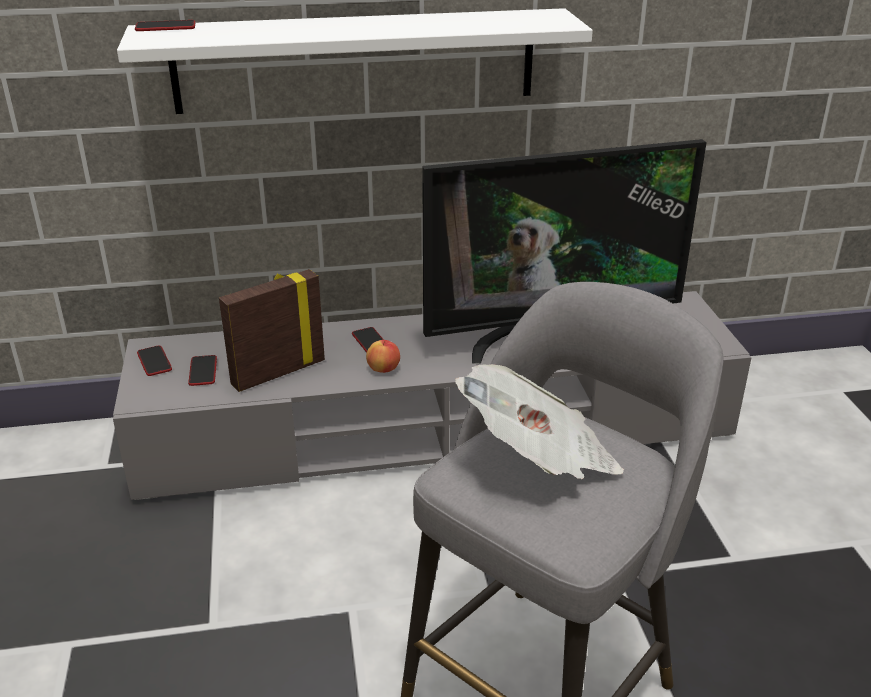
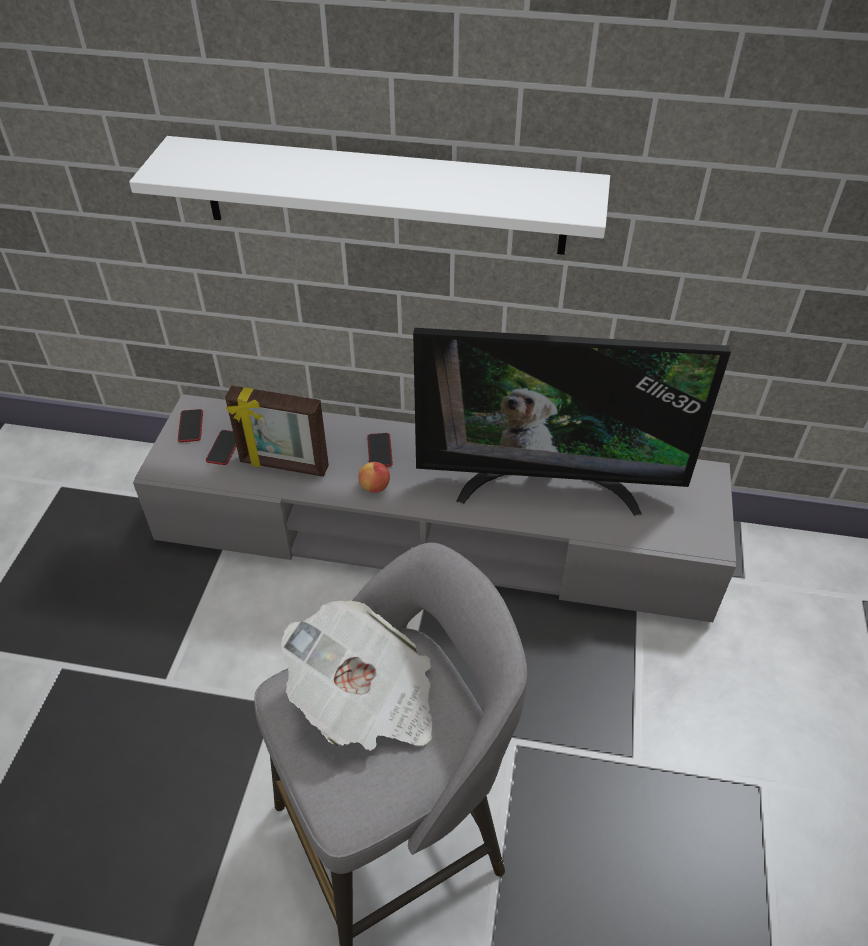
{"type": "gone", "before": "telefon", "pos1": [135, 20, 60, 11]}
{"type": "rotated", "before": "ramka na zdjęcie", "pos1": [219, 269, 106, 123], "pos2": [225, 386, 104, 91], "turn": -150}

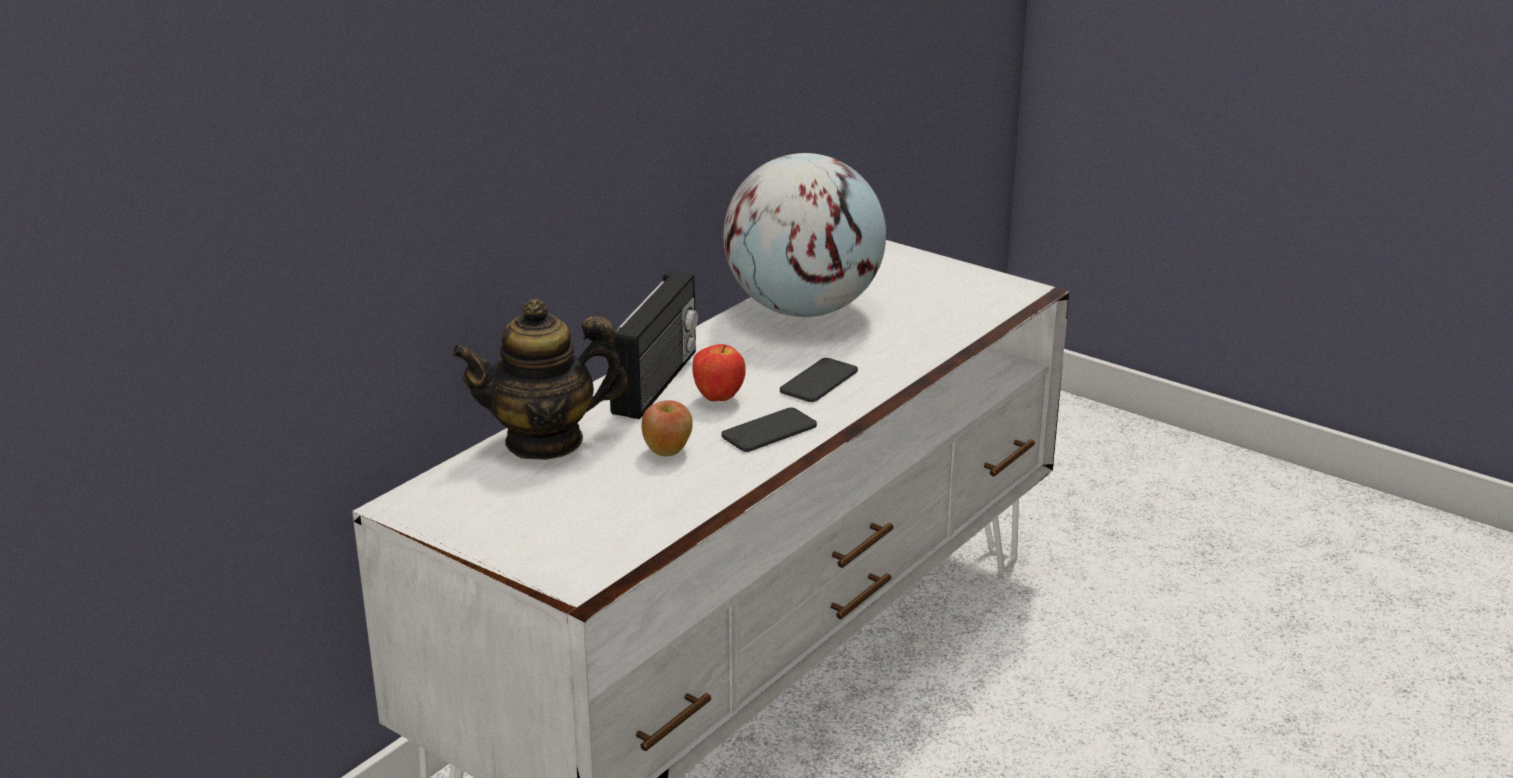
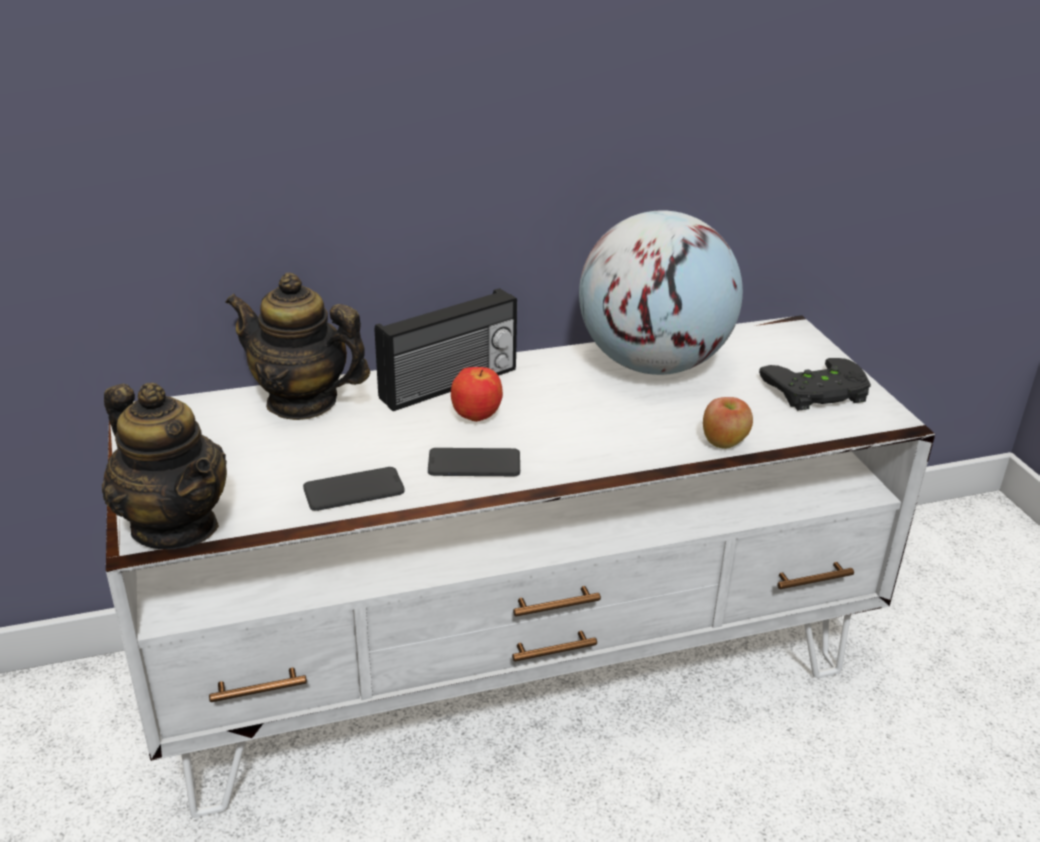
{"type": "shifted", "before": "telefon", "pos1": [780, 358, 78, 44], "pos2": [303, 467, 102, 44]}
{"type": "shifted", "before": "jabłko", "pos1": [641, 400, 52, 56], "pos2": [703, 397, 50, 52]}
{"type": "new", "after": "pad do gier (czarny)", "pos2": [759, 358, 112, 53]}
{"type": "new", "after": "imbryk", "pos2": [102, 383, 125, 167]}

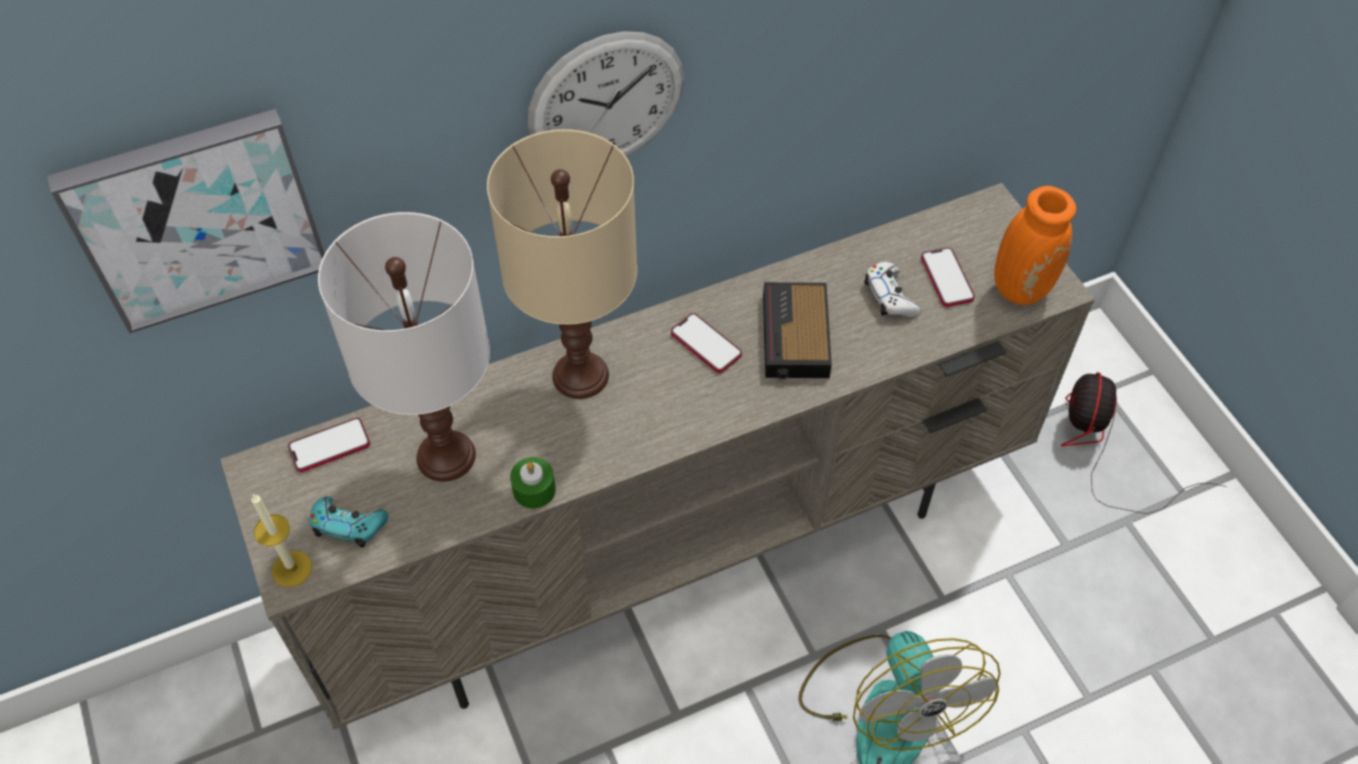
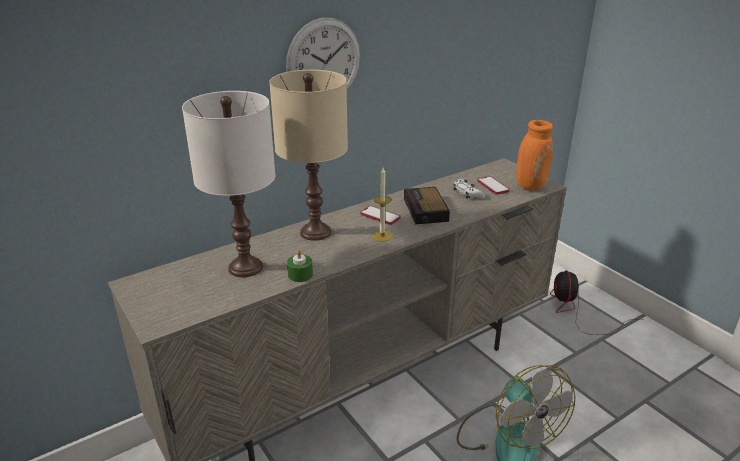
{"type": "gone", "before": "obraz", "pos1": [47, 109, 278, 224]}
{"type": "gone", "before": "telefon", "pos1": [288, 418, 82, 54]}
{"type": "shifted", "before": "świeca", "pos1": [251, 494, 61, 93], "pos2": [372, 168, 20, 74]}
{"type": "gone", "before": "pad do gier (turkusowy)", "pos1": [309, 496, 79, 52]}

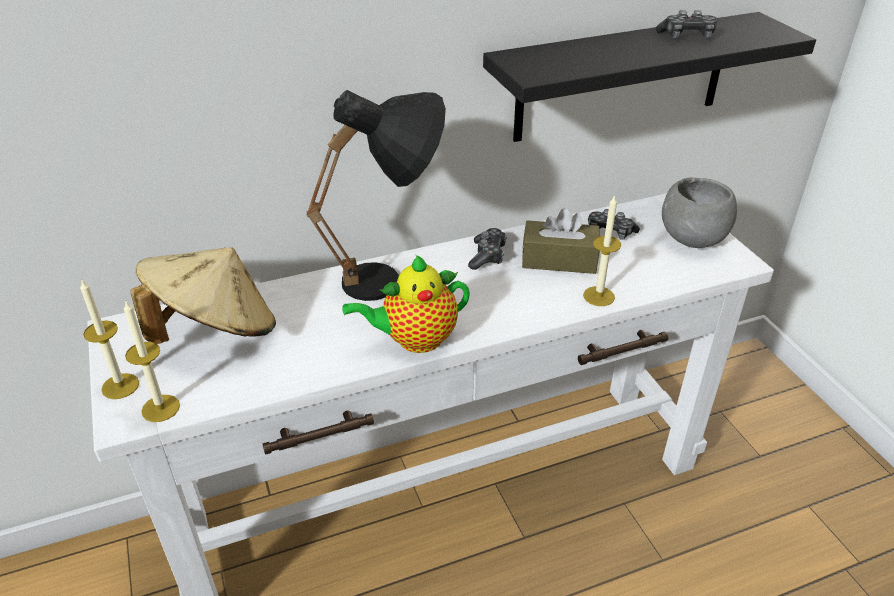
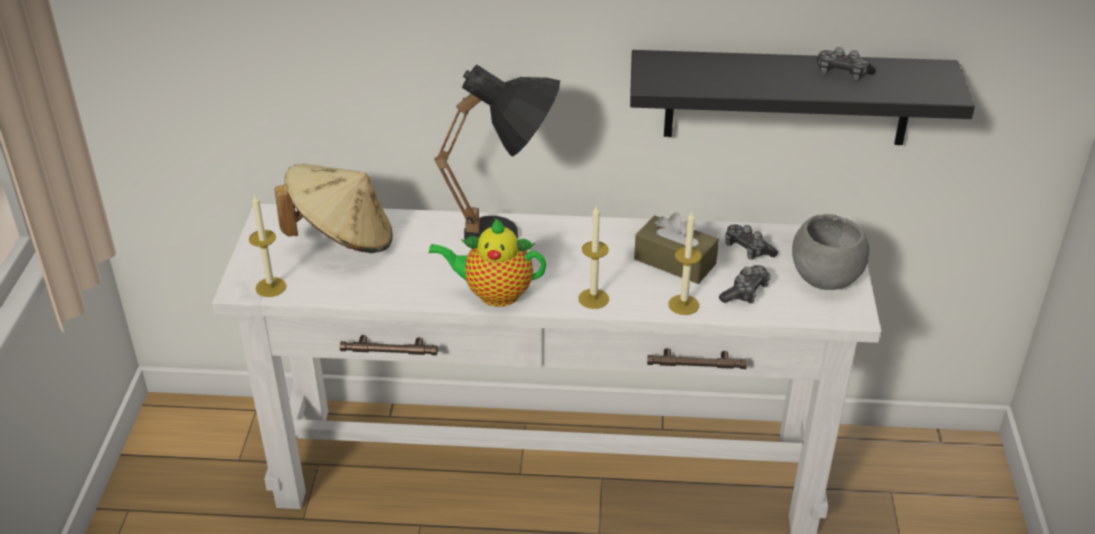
{"type": "shifted", "before": "pad do gier", "pos1": [468, 228, 39, 42], "pos2": [719, 265, 52, 39]}
{"type": "shifted", "before": "świeca", "pos1": [80, 280, 59, 119], "pos2": [578, 205, 31, 104]}

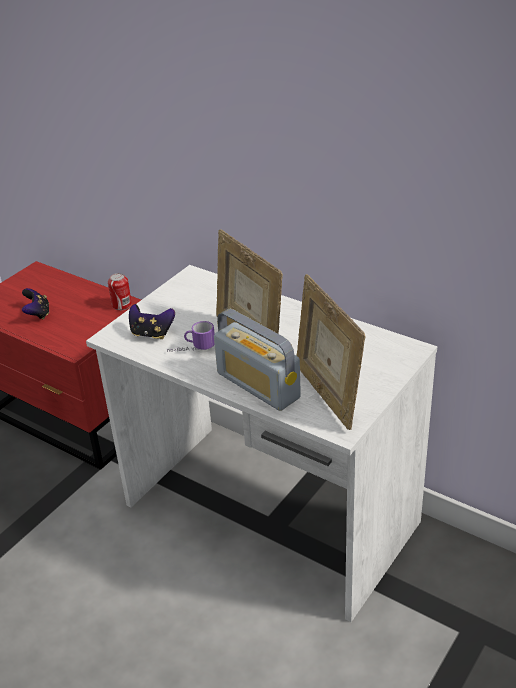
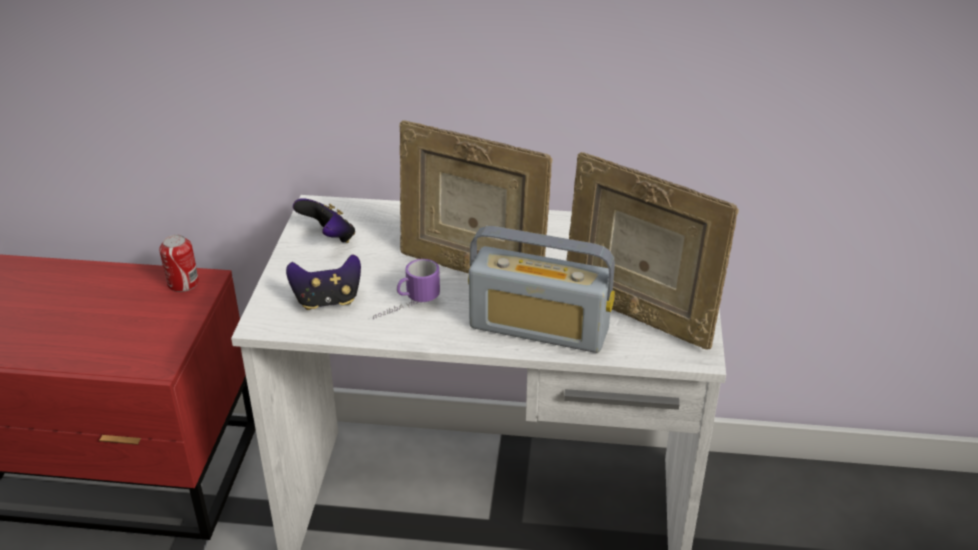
{"type": "shifted", "before": "pad do gier", "pos1": [22, 288, 27, 32], "pos2": [293, 198, 62, 45]}

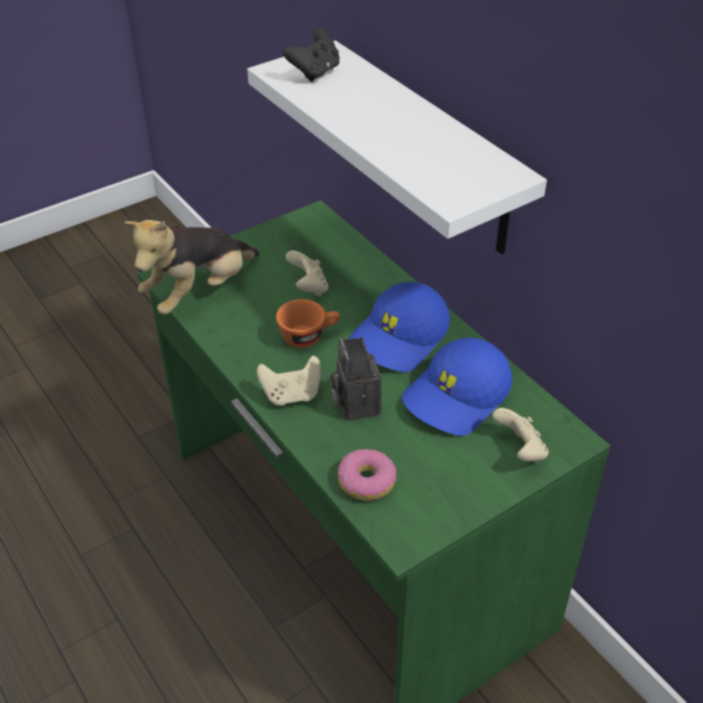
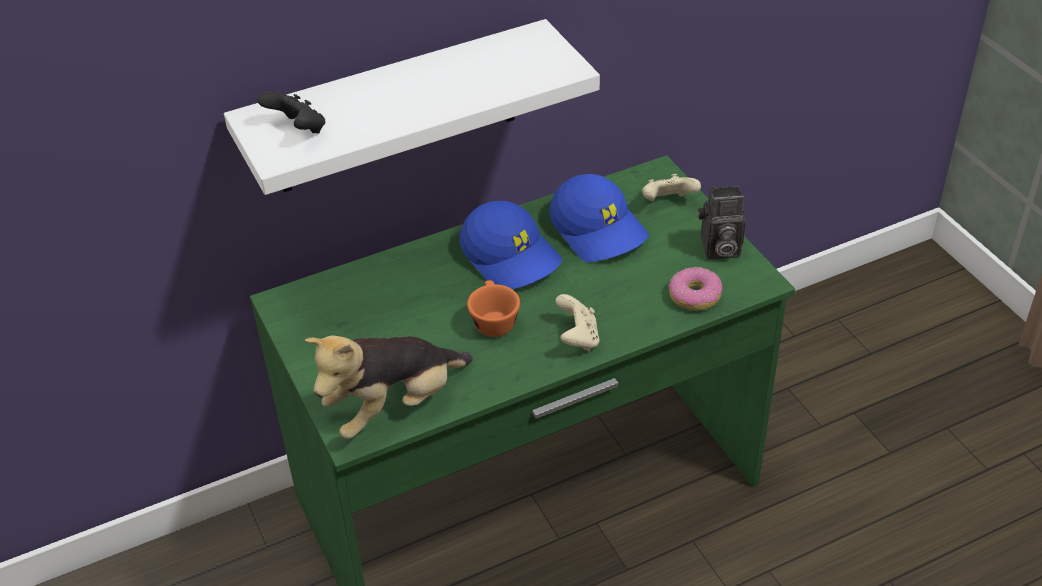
{"type": "rotated", "before": "pluszak", "pos1": [124, 220, 135, 95], "pos2": [305, 335, 168, 104], "turn": 90}
{"type": "gone", "before": "pad do gier (beżowy)", "pos1": [285, 250, 44, 47]}
{"type": "shifted", "before": "aparat fotograficzny", "pos1": [330, 337, 52, 84], "pos2": [698, 186, 48, 74]}

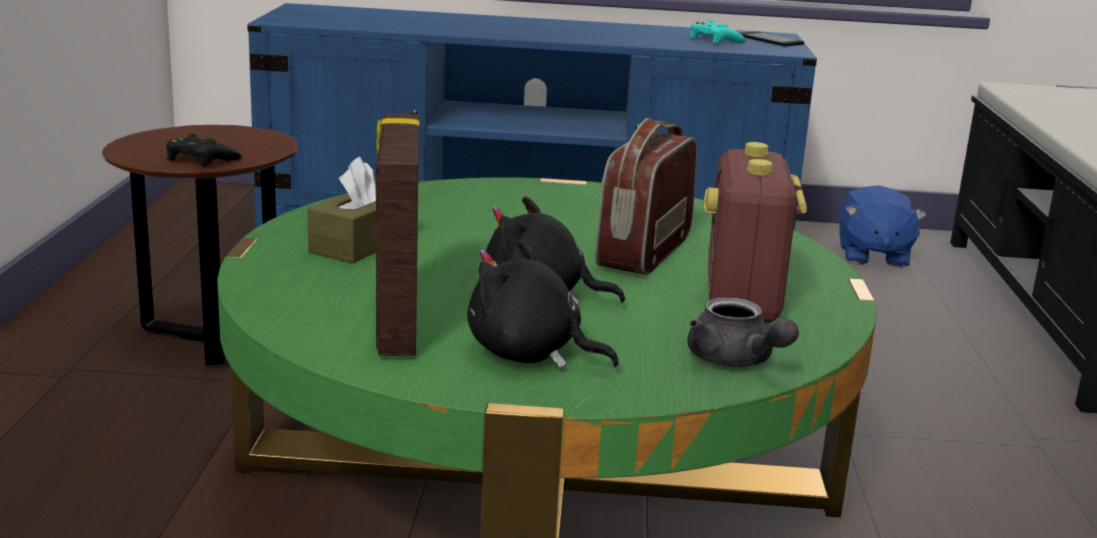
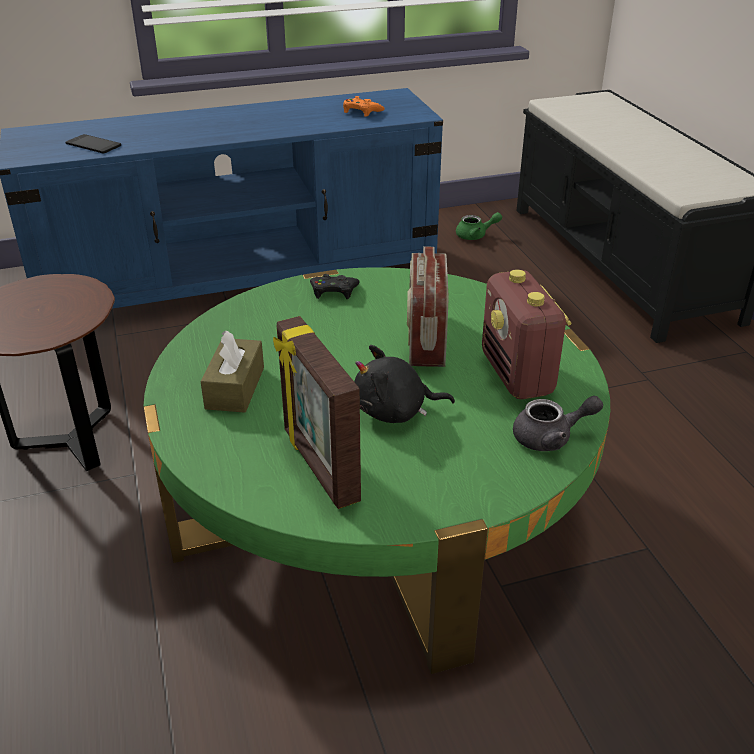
{"type": "repainted", "before": "pad do gier (turkusowy)", "after": "pad do gier (pomarańczowy)", "pos1": [690, 20, 56, 24], "pos2": [343, 96, 42, 21]}
{"type": "shifted", "before": "telefon", "pos1": [740, 31, 64, 15], "pos2": [66, 134, 55, 20]}
{"type": "shifted", "before": "pad do gier (czarny)", "pos1": [166, 134, 75, 33], "pos2": [310, 274, 50, 25]}
{"type": "swapped", "before": "pluszak (niebieski)", "after": "imbryk (zielony)", "pos1": [840, 185, 87, 83], "pos2": [456, 212, 46, 28]}
{"type": "gone", "before": "pluszak (czarny)", "pos1": [467, 240, 152, 128]}
{"type": "rotated", "before": "imbryk (szary)", "pos1": [687, 297, 112, 70], "pos2": [513, 396, 90, 55], "turn": -45}

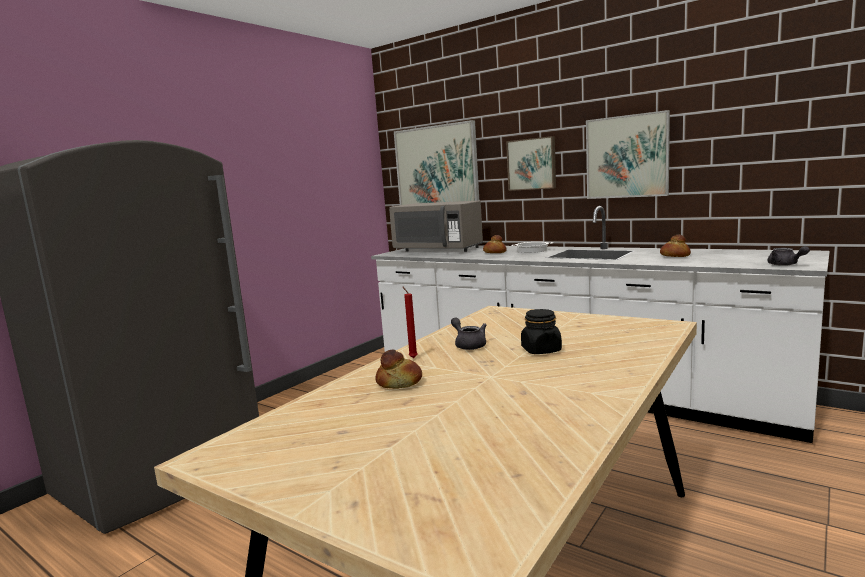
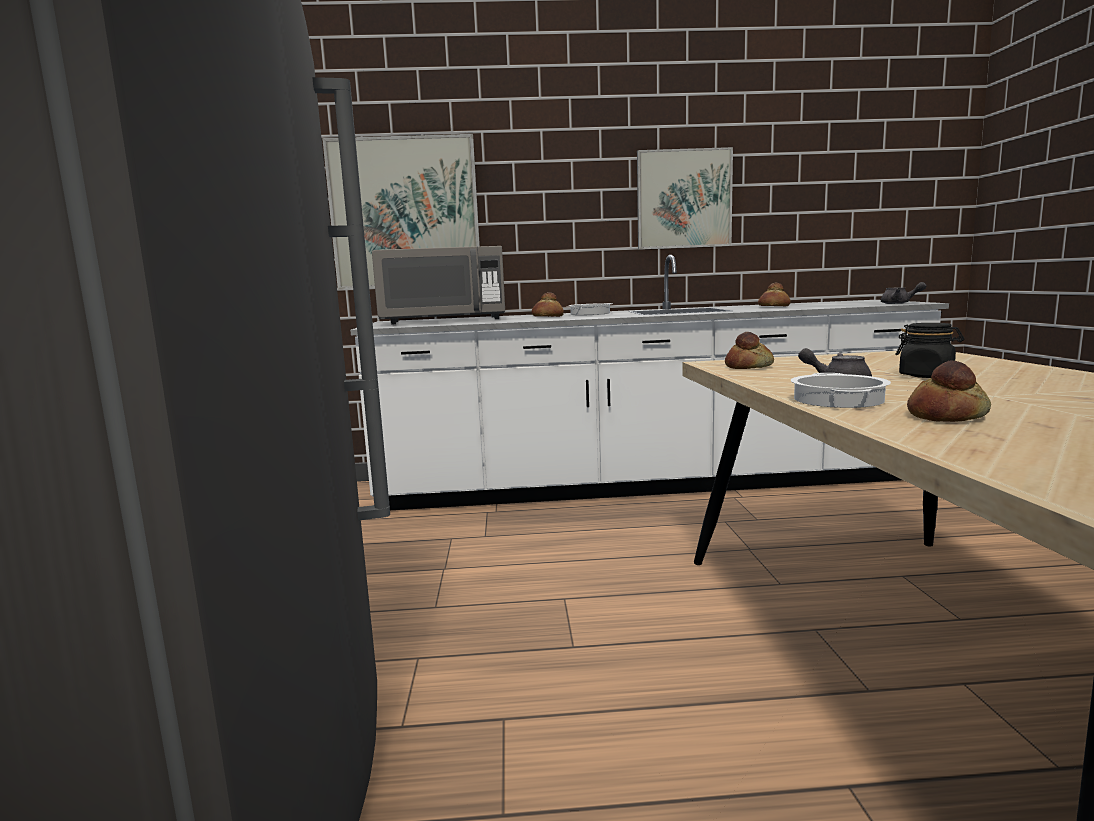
{"type": "gone", "before": "obraz", "pos1": [506, 136, 50, 55]}
{"type": "swapped", "before": "świeca (czerwony)", "after": "garnek", "pos1": [402, 286, 16, 72], "pos2": [791, 373, 100, 35]}
{"type": "new", "after": "chleb", "pos2": [725, 332, 49, 37]}

